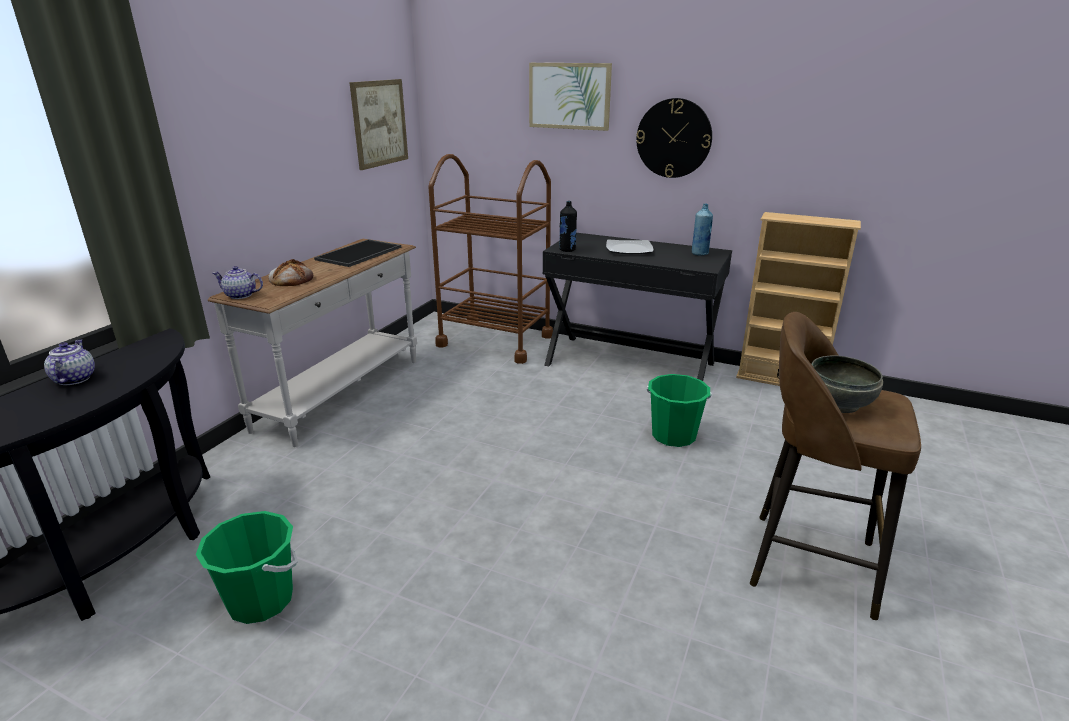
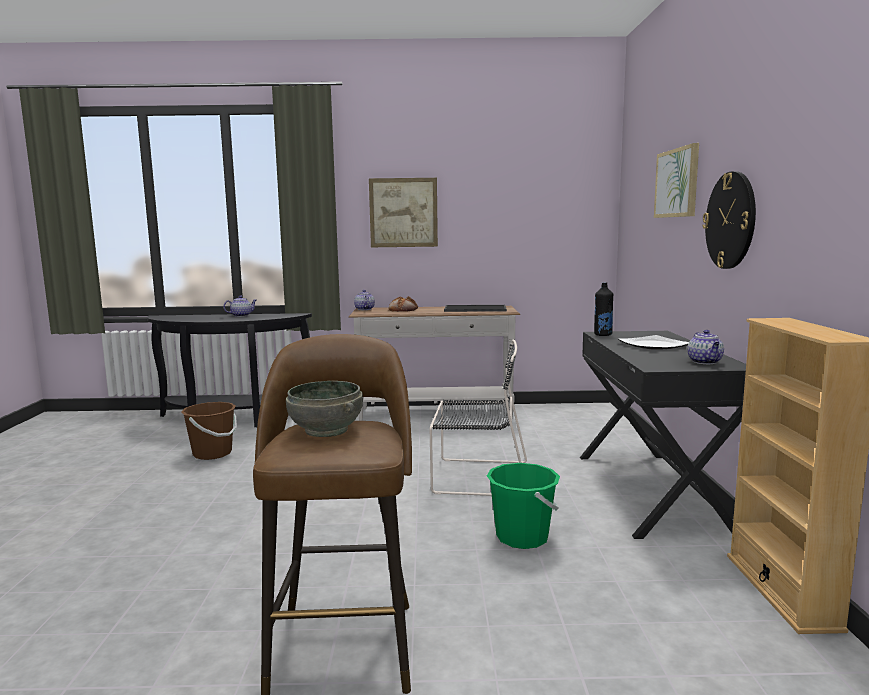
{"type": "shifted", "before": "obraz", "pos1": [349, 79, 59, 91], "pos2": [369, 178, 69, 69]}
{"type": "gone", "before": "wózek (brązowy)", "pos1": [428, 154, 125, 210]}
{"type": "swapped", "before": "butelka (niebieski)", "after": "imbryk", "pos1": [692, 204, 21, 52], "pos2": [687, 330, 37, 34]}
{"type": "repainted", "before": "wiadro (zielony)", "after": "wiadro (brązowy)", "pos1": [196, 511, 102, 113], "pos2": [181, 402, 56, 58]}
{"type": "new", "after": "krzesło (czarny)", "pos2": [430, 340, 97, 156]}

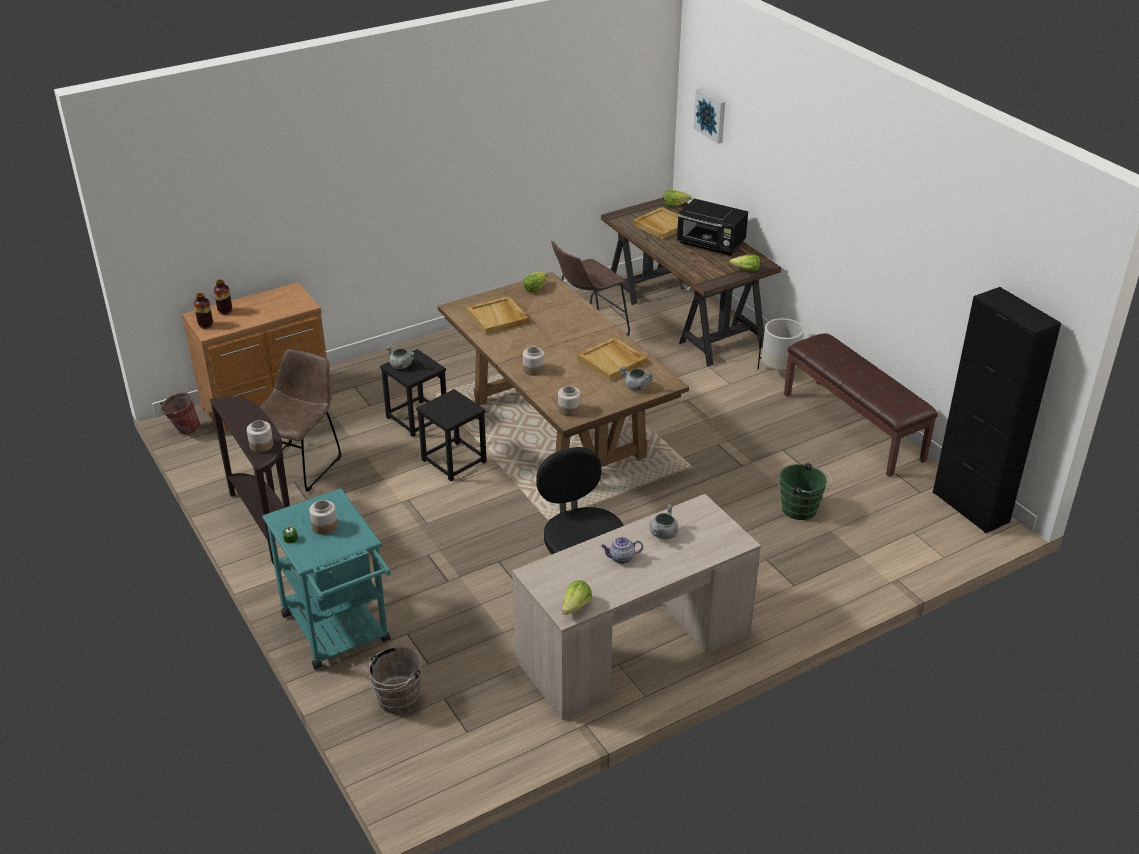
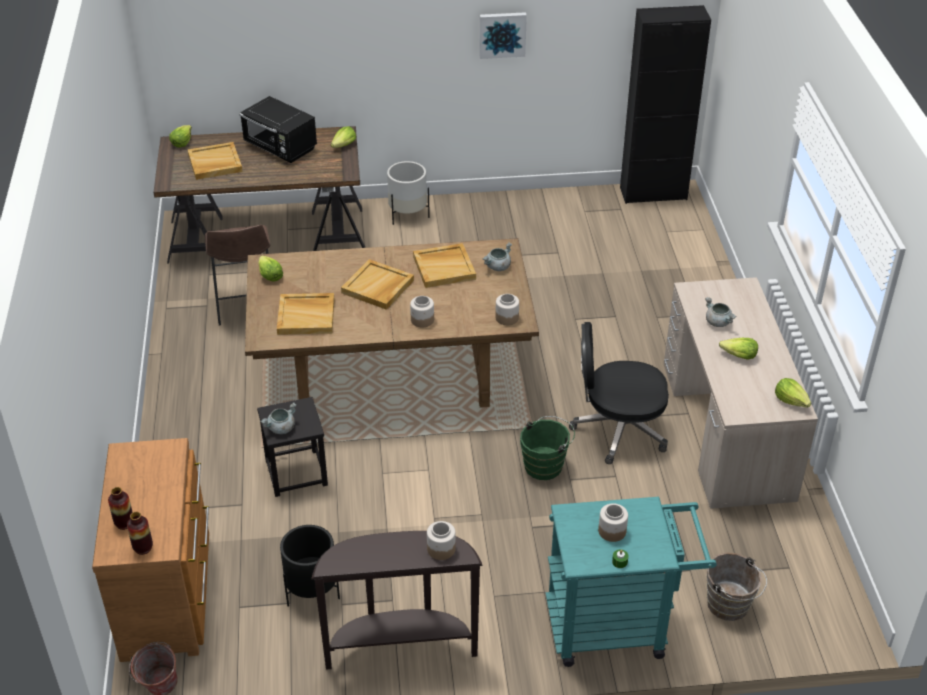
{"type": "shifted", "before": "obraz", "pos1": [694, 88, 31, 56], "pos2": [479, 12, 48, 47]}
{"type": "rotated", "before": "mikrofalówka (czarny)", "pos1": [677, 198, 71, 58], "pos2": [239, 96, 78, 67], "turn": 75}
{"type": "gone", "before": "ławka (brązowy)", "pos1": [784, 333, 154, 144]}
{"type": "swapped", "before": "krzesło (brązowy)", "after": "donica (czarny)", "pos1": [254, 349, 87, 143], "pos2": [280, 525, 60, 82]}
{"type": "gone", "before": "stołek (czarny)", "pos1": [416, 389, 71, 92]}
{"type": "shifted", "before": "wiadro (zielony)", "pos1": [780, 463, 52, 57], "pos2": [520, 416, 55, 64]}
{"type": "swapped", "before": "imbryk", "after": "sałata", "pos1": [601, 537, 42, 27], "pos2": [719, 338, 39, 22]}
{"type": "new", "after": "taca (beżowy)", "pos2": [341, 259, 73, 51]}

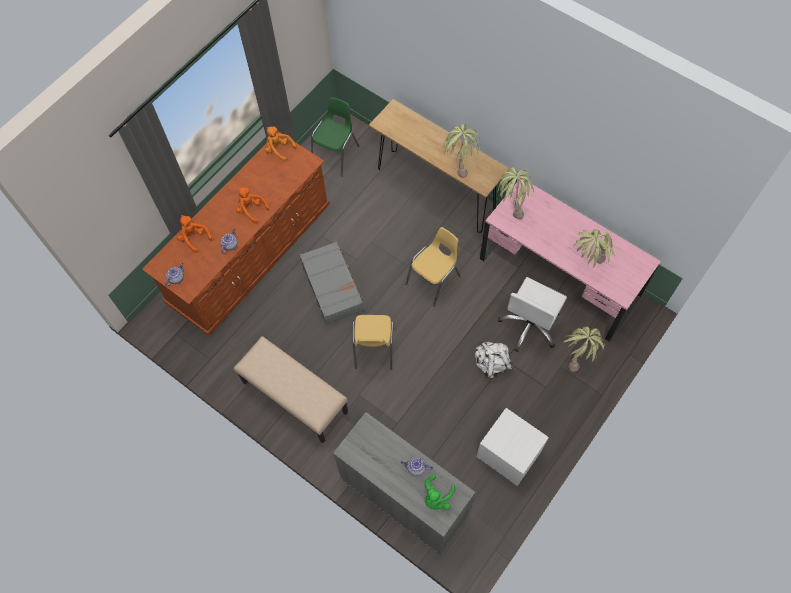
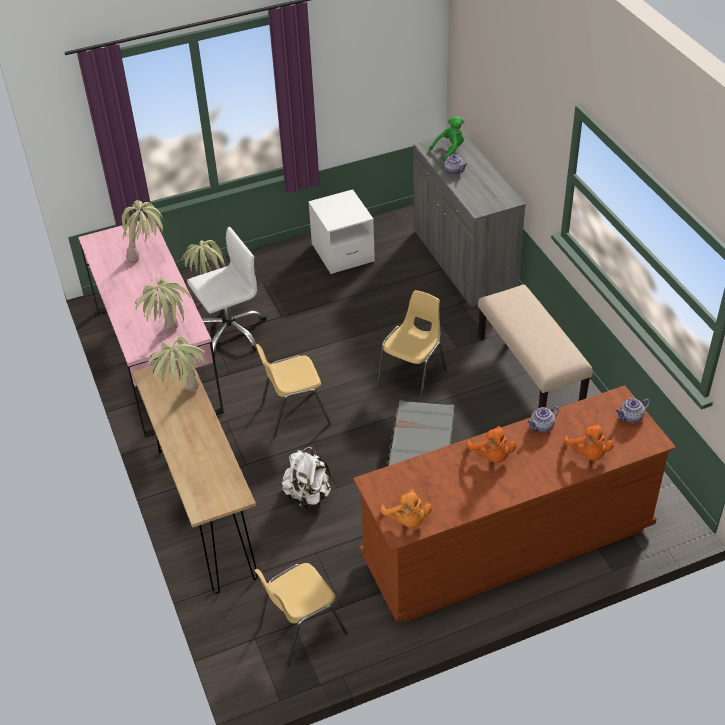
{"type": "repainted", "before": "krzesło (zielony)", "after": "krzesło (żółty)", "pos1": [311, 97, 48, 79], "pos2": [254, 563, 94, 105]}
{"type": "shifted", "before": "plecak (biały)", "pos1": [475, 341, 39, 38], "pos2": [281, 447, 50, 62]}

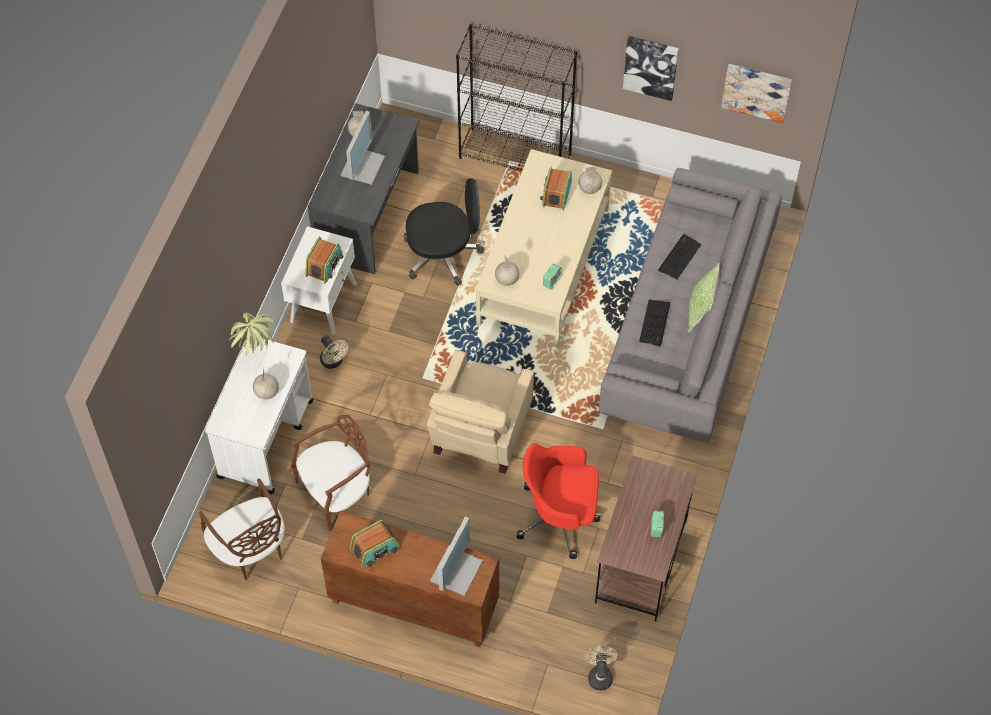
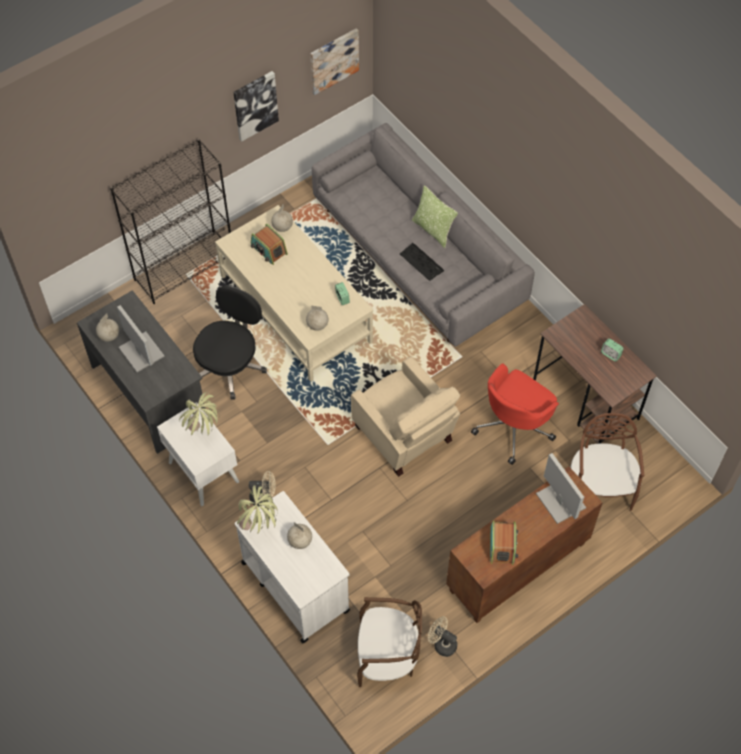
{"type": "gone", "before": "klawiatura", "pos1": [658, 234, 43, 46]}
{"type": "swapped", "before": "radio", "after": "roślina doniczkowa", "pos1": [306, 237, 37, 47], "pos2": [179, 392, 41, 43]}
{"type": "shifted", "before": "krzesło (brązowy)", "pos1": [291, 415, 79, 116], "pos2": [571, 413, 73, 98]}
{"type": "shifted", "before": "wentylator (beżowy)", "pos1": [585, 646, 32, 44], "pos2": [428, 616, 29, 41]}

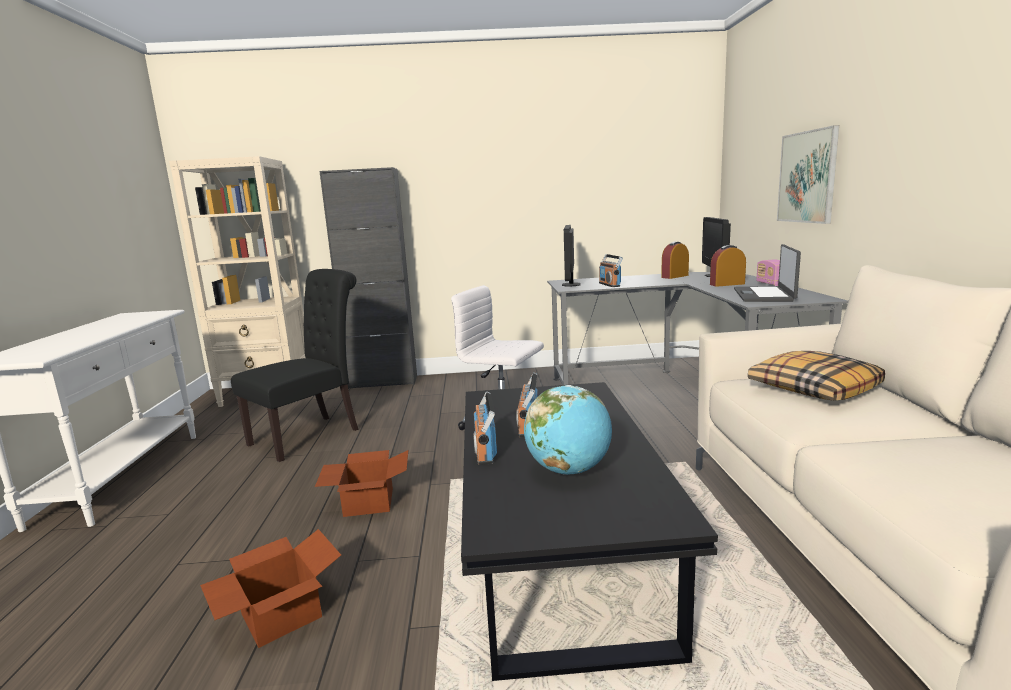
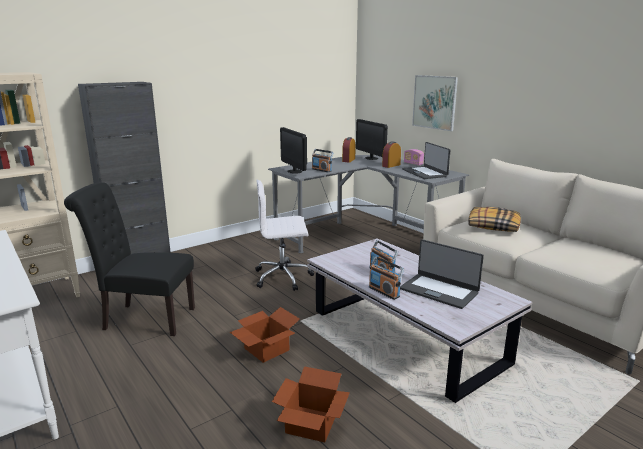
{"type": "rotated", "before": "krzesło (czarny)", "pos1": [231, 269, 128, 193], "pos2": [64, 182, 131, 154], "turn": -90}
{"type": "repainted", "before": "ława (czarny)", "after": "ława (biały)", "pos1": [461, 382, 257, 299], "pos2": [307, 238, 226, 165]}
{"type": "swapped", "before": "globus", "after": "laptop", "pos1": [524, 385, 88, 90], "pos2": [400, 239, 84, 70]}

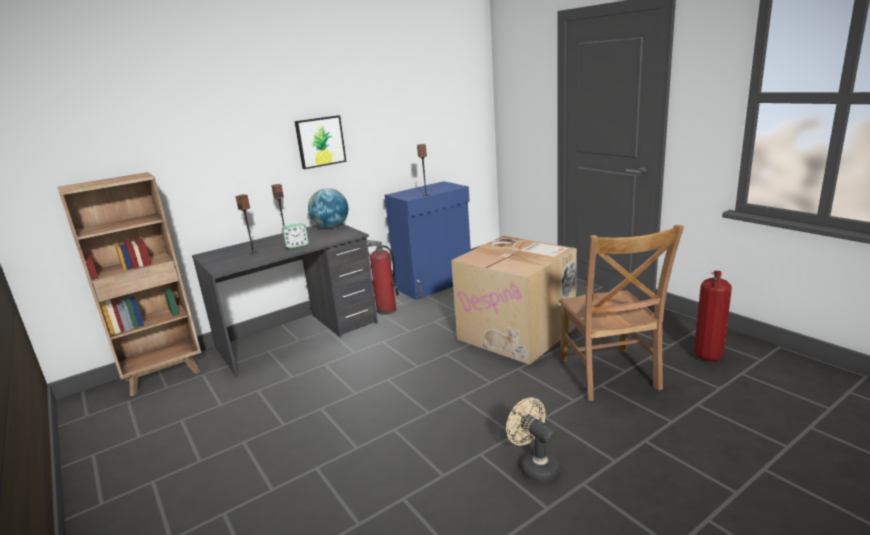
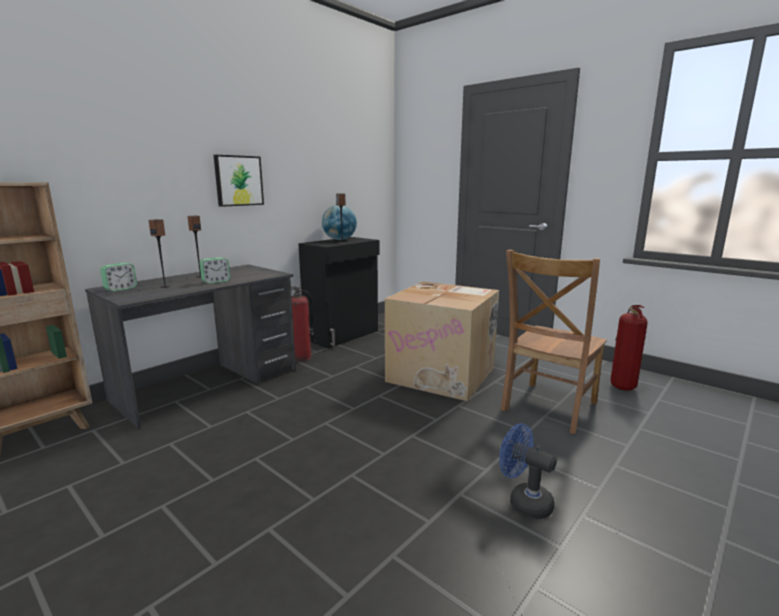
{"type": "repainted", "before": "szafka (niebieski)", "after": "szafka (czarny)", "pos1": [385, 181, 86, 119], "pos2": [298, 237, 82, 112]}
{"type": "shifted", "before": "globus", "pos1": [308, 188, 40, 40], "pos2": [322, 205, 35, 35]}
{"type": "rotated", "before": "krzesło (brązowy)", "pos1": [559, 225, 125, 176], "pos2": [501, 250, 106, 184], "turn": 60}
{"type": "repainted", "before": "wentylator (beżowy)", "after": "wentylator (niebieski)", "pos1": [506, 397, 54, 86], "pos2": [499, 423, 58, 96]}
{"type": "new", "after": "budzik", "pos2": [100, 263, 37, 28]}

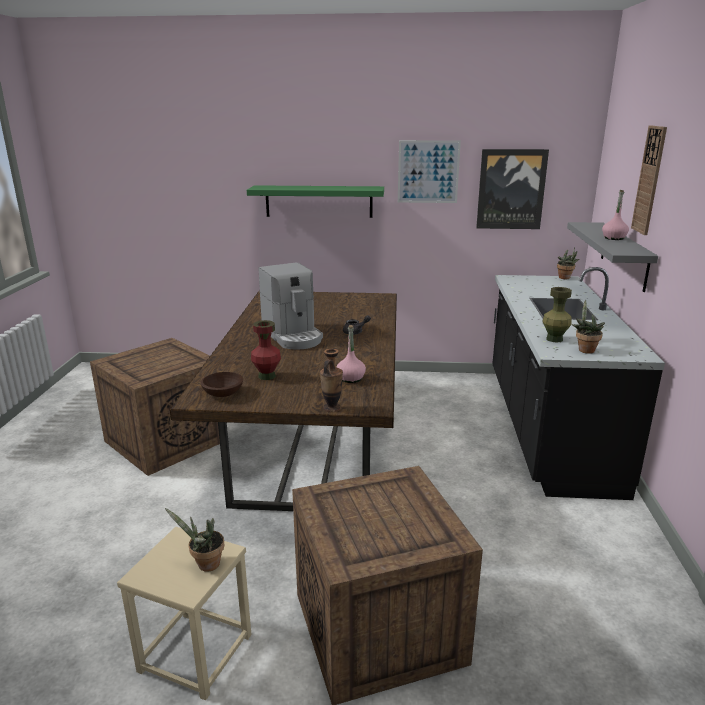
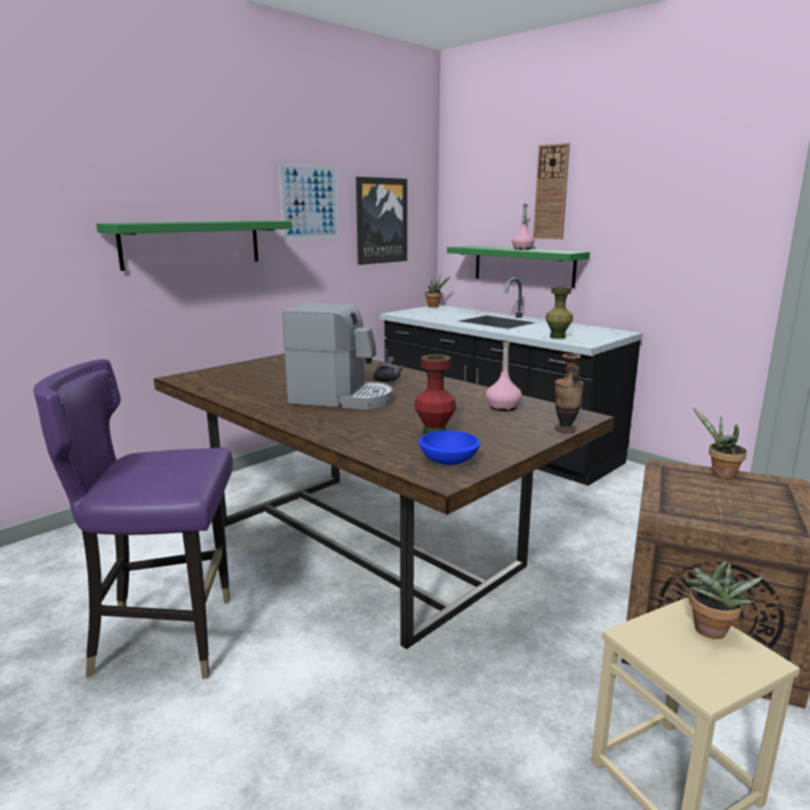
{"type": "repainted", "before": "półka (szary)", "after": "półka (zielony)", "pos1": [567, 222, 91, 70], "pos2": [447, 246, 143, 42]}
{"type": "shifted", "before": "roślina doniczkowa", "pos1": [572, 300, 33, 54], "pos2": [693, 408, 54, 71]}
{"type": "swapped", "before": "skrzynka", "after": "krzesło (fioletowy)", "pos1": [90, 338, 130, 138], "pos2": [33, 359, 200, 320]}
{"type": "repainted", "before": "miska (brązowy)", "after": "miska (niebieski)", "pos1": [201, 372, 42, 25], "pos2": [419, 430, 61, 35]}

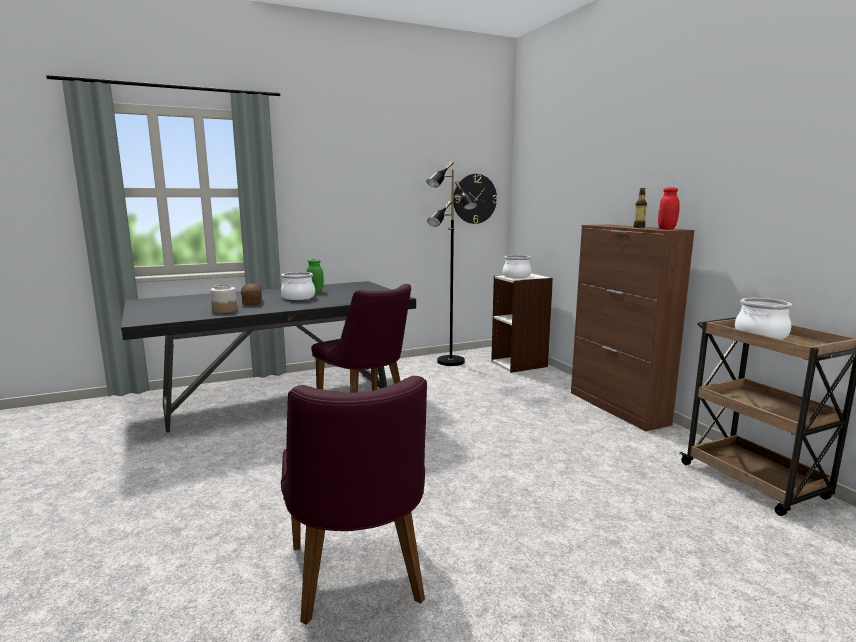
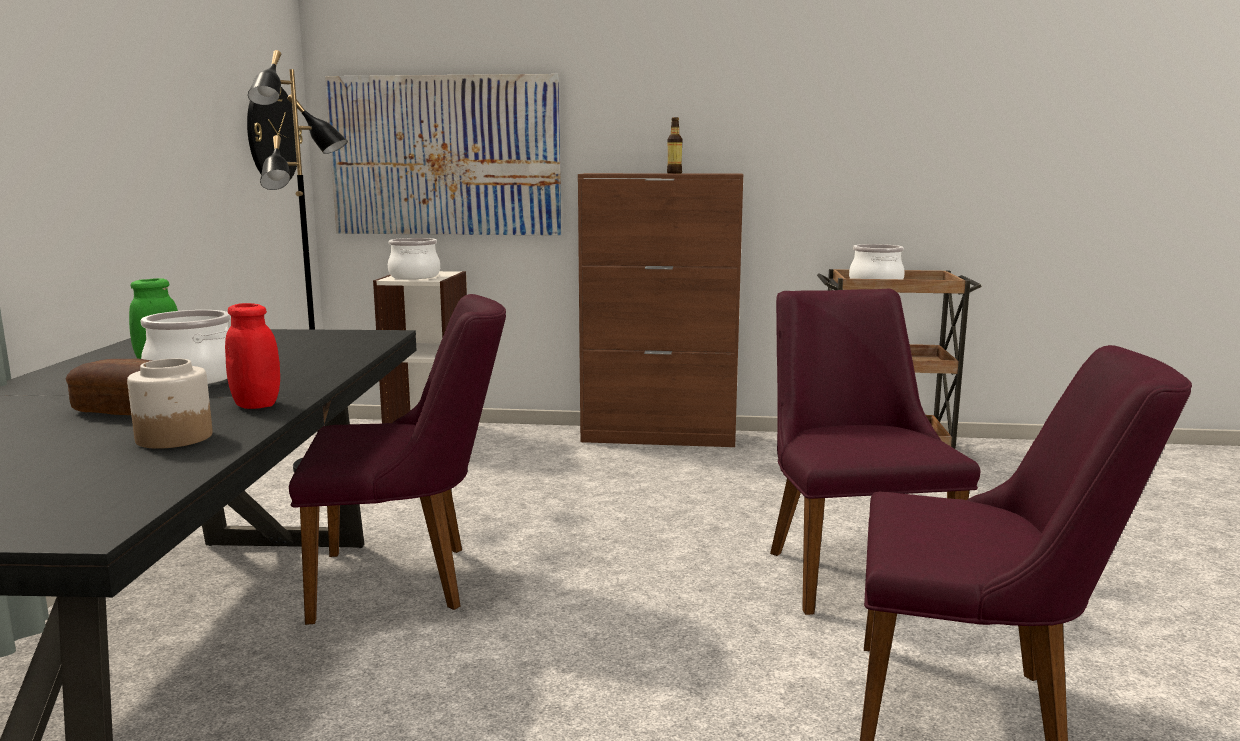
{"type": "shifted", "before": "słoik (czerwony)", "pos1": [658, 187, 22, 42], "pos2": [225, 303, 55, 106]}
{"type": "new", "after": "obraz", "pos2": [325, 74, 237, 162]}
{"type": "new", "after": "krzesło (fioletowy)", "pos2": [770, 289, 210, 326]}

